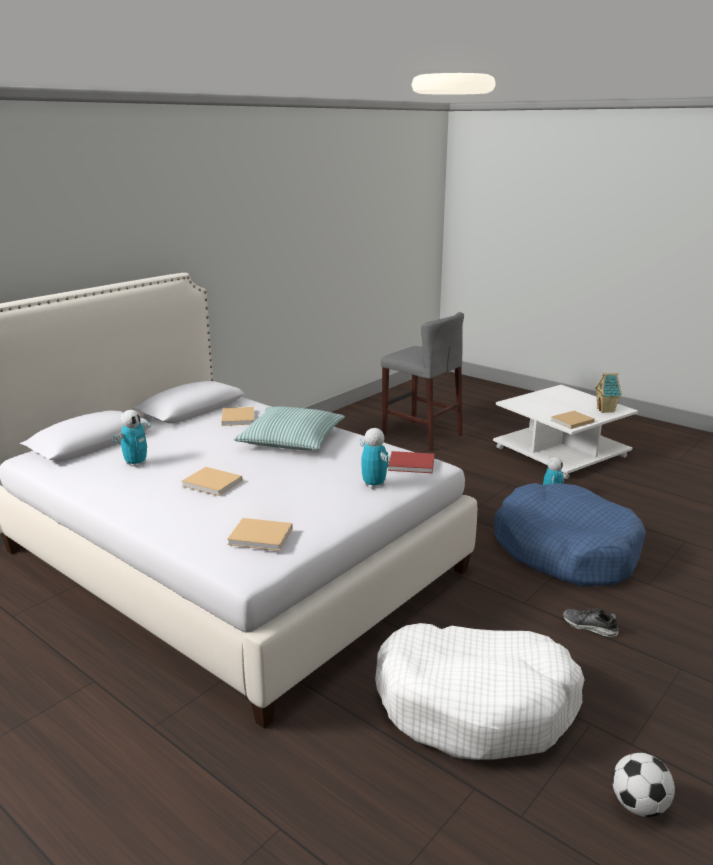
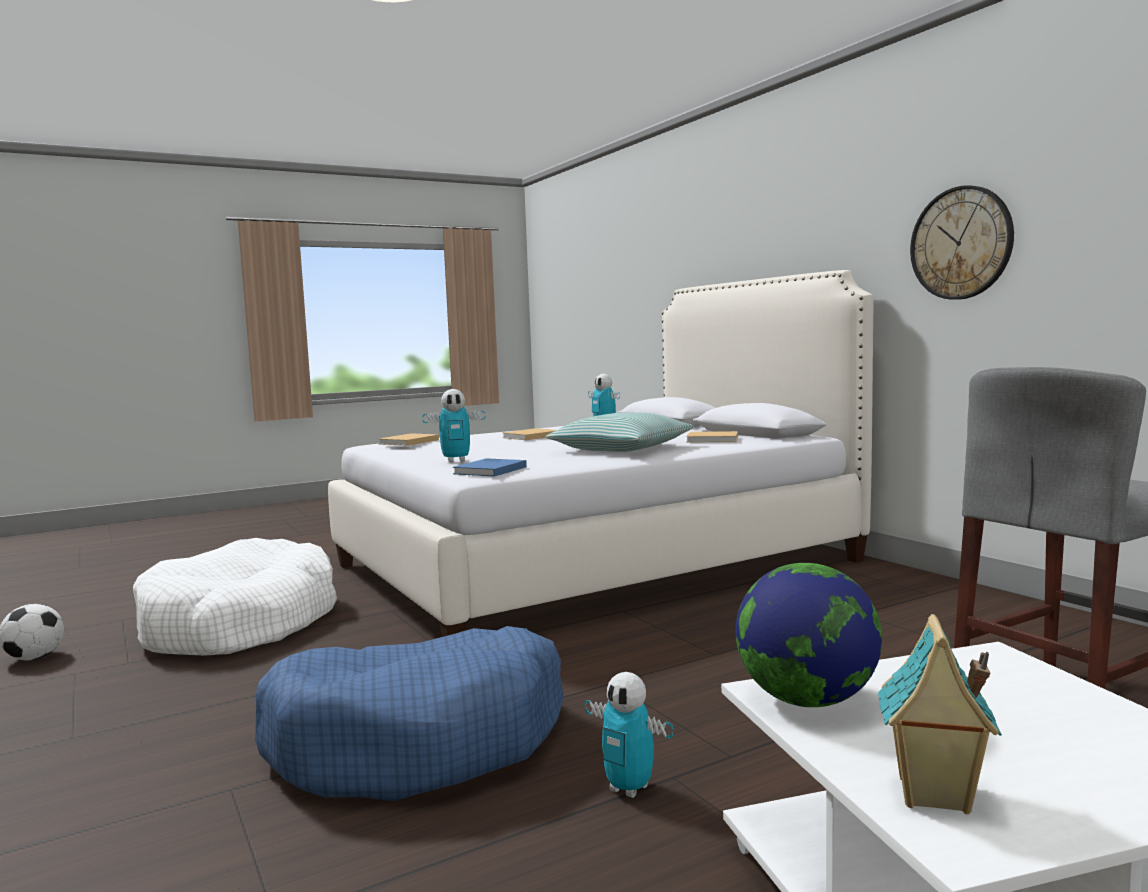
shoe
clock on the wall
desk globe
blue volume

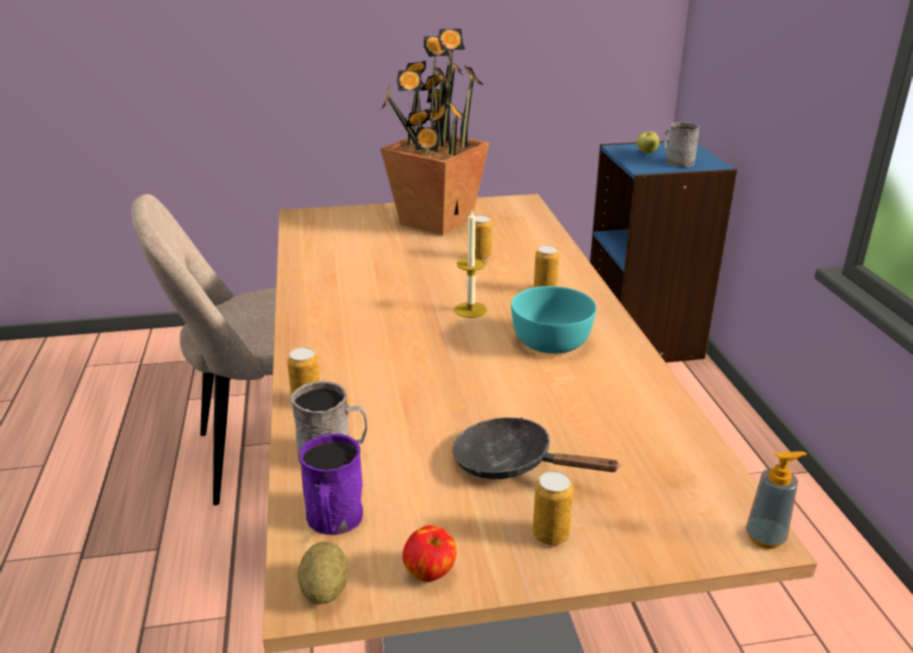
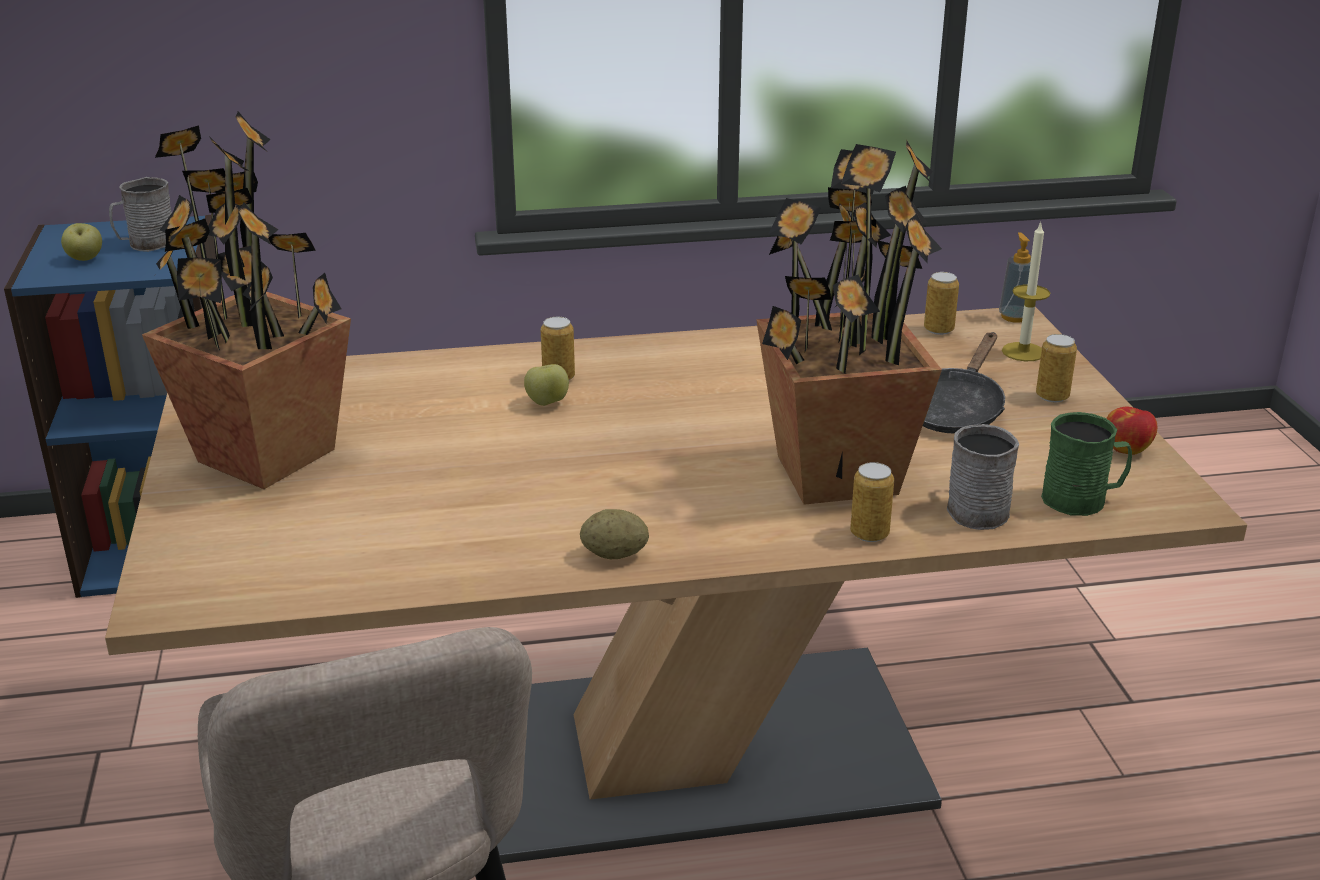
turquoise-coloured deep dish
whole apple (2nd from left)
plant in a pot (2nd from left)
potato
wax light
metal can (3rd from left)
greenish mug

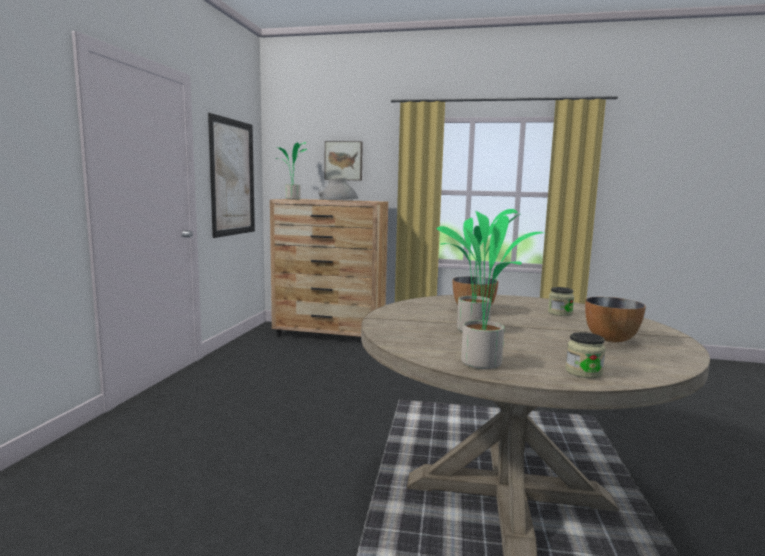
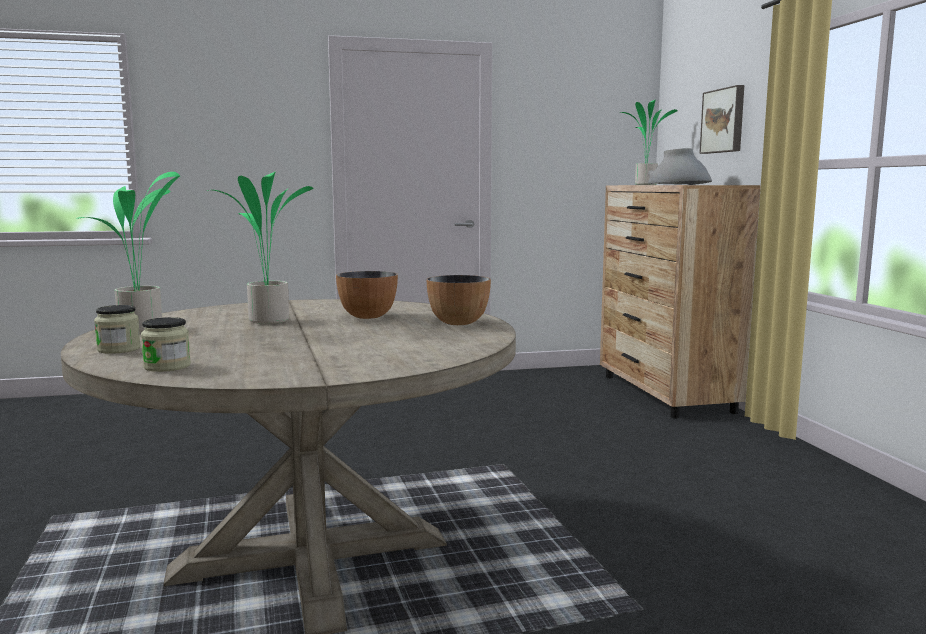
picture (1st from left in the first image)
preserve jar (2nd from left)
deep dish (2nd from left)

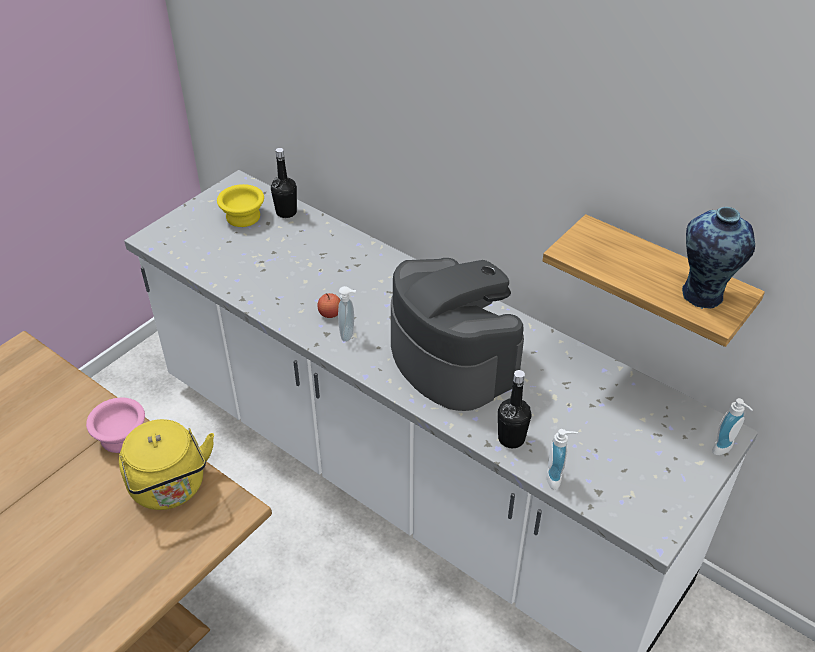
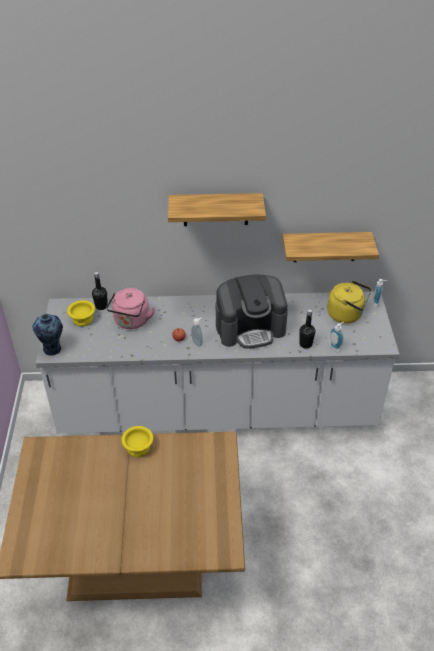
pink kettle
shelf (1st from left)
yellowish kettle
decorative vase
yellowish deep dish (2nd from left)
coffee maker

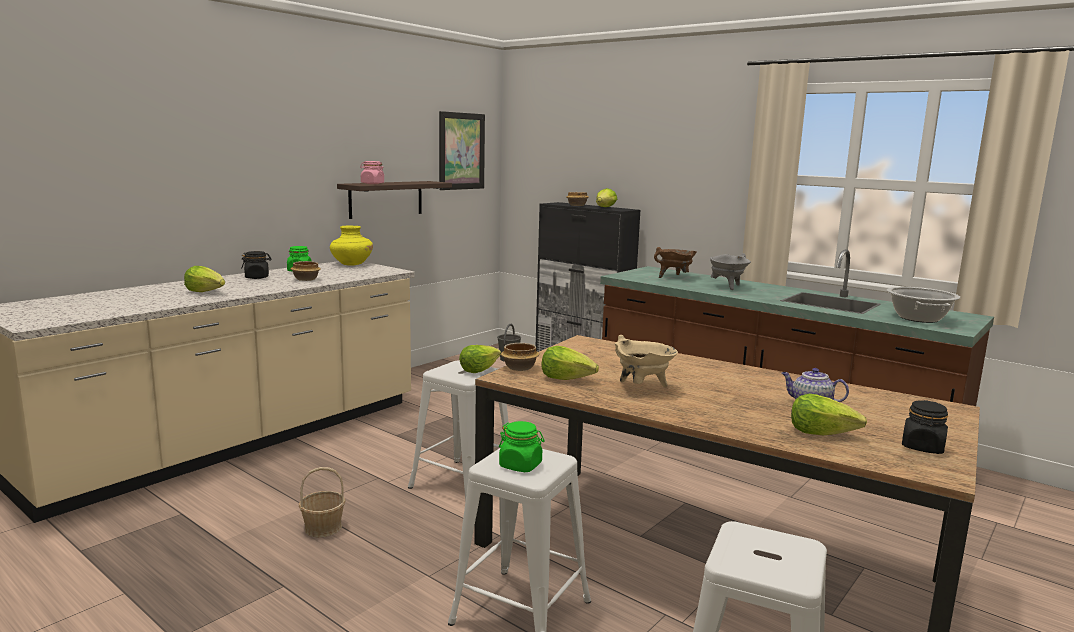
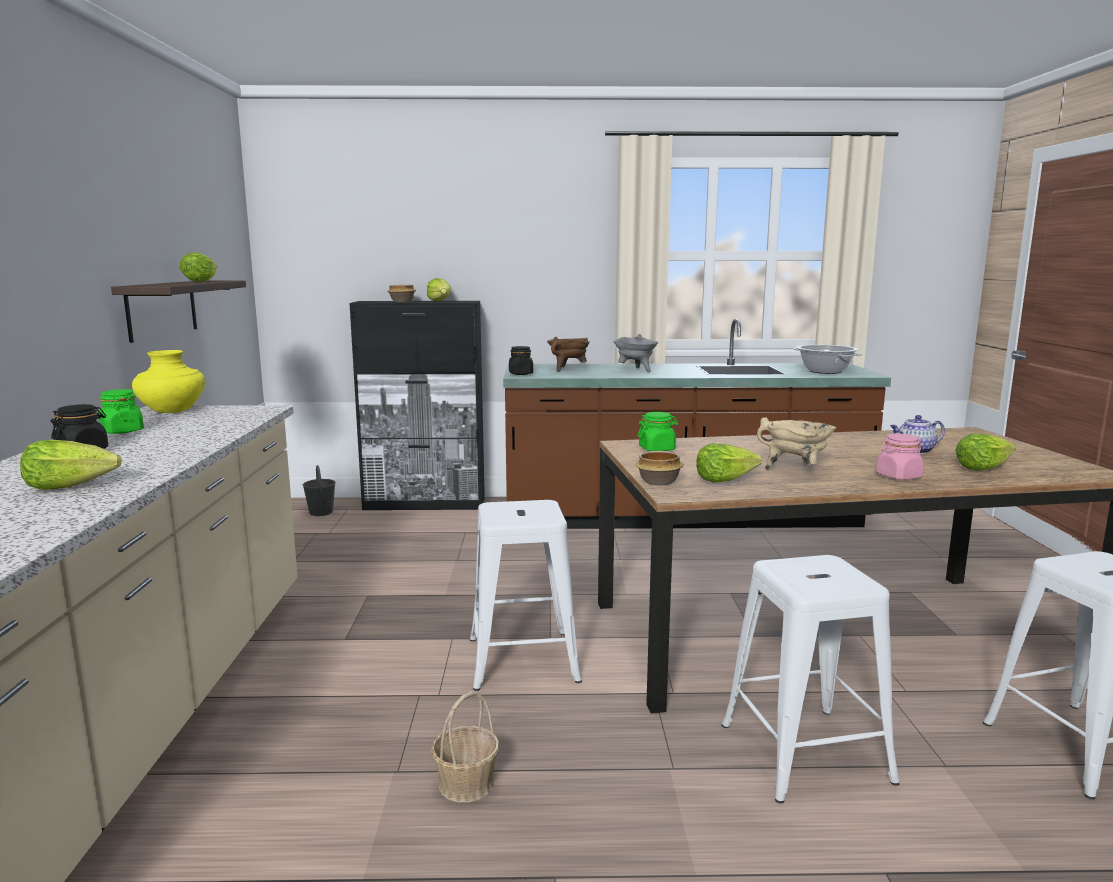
deep dish (1st from left in the first image)
picture
pink preserve jar
lettuce head (2nd from left)
greenish preserve jar (2nd from left)
blackish preserve jar (2nd from left)

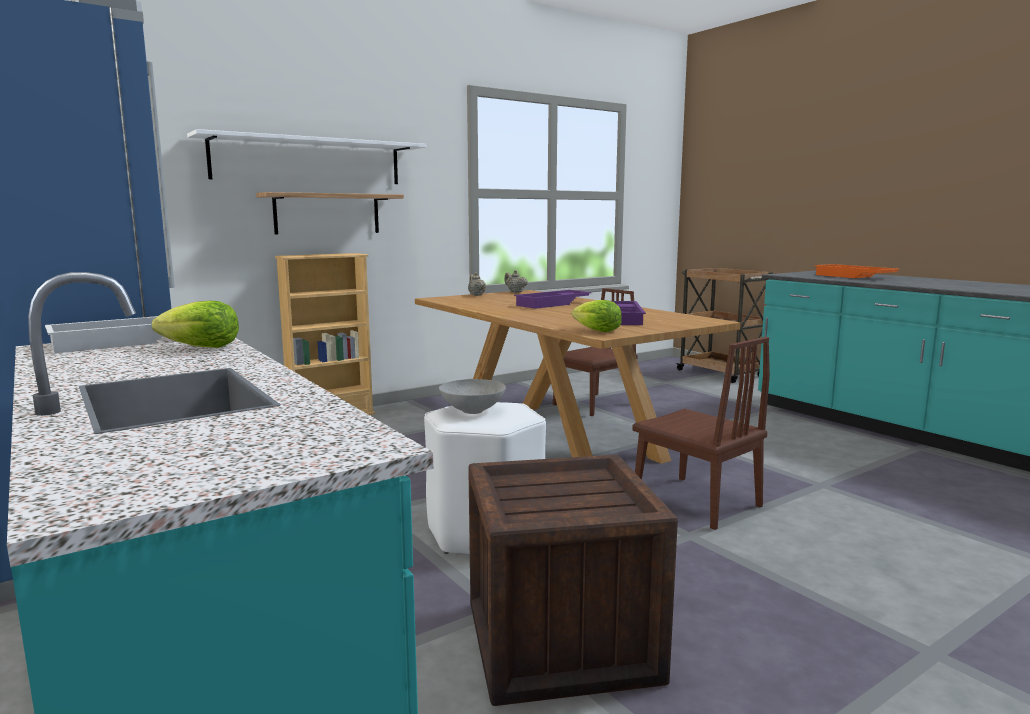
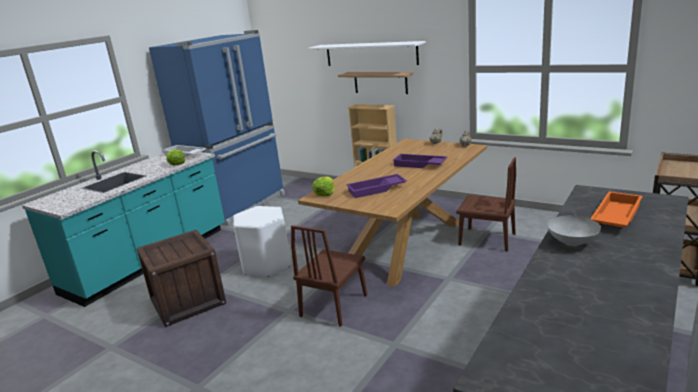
grey deep dish

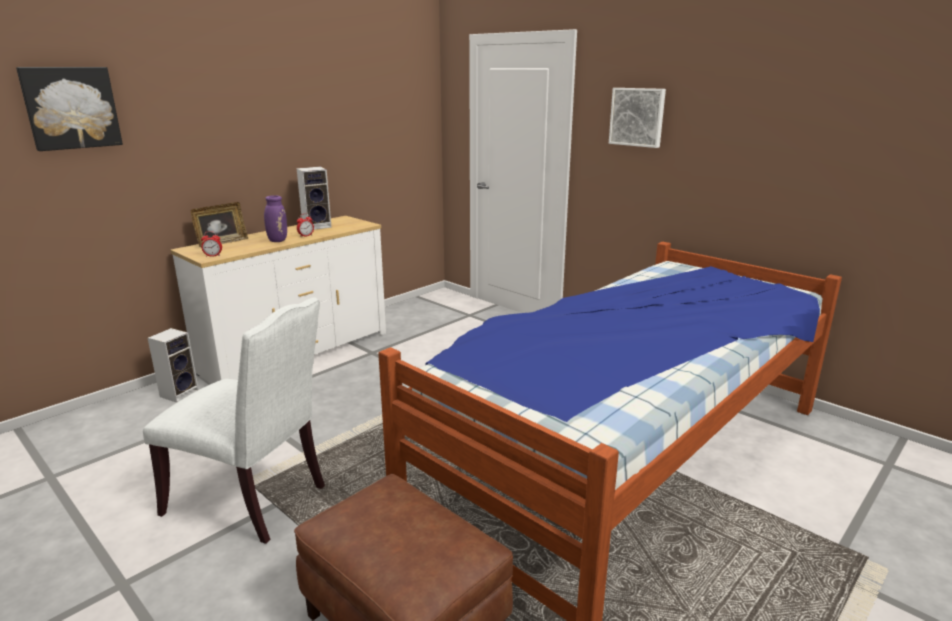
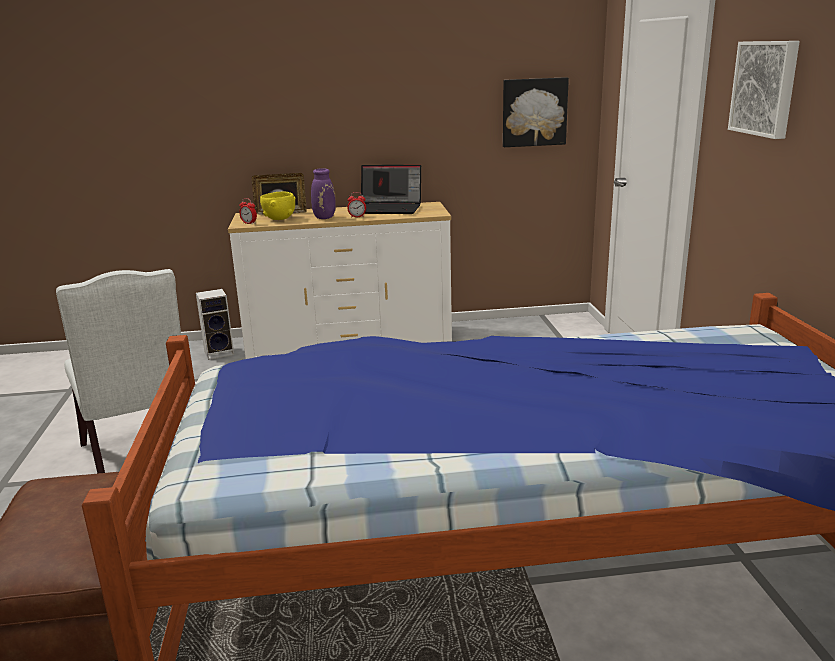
yellowish deep dish
picture (1st from left)
laptop

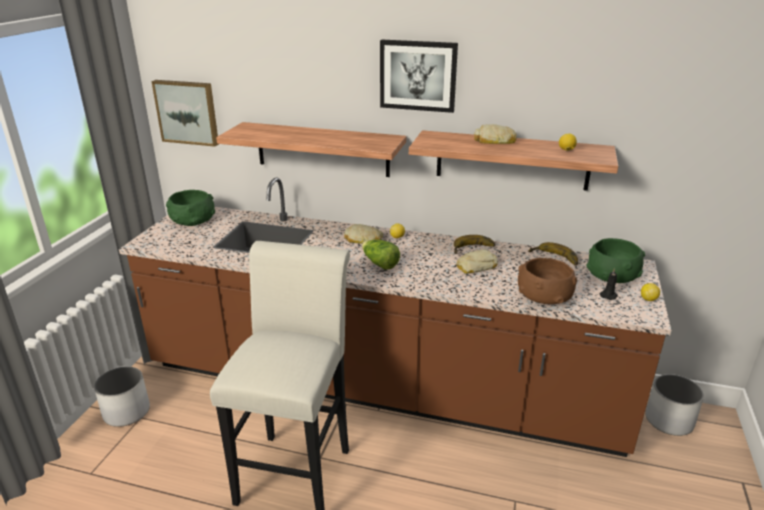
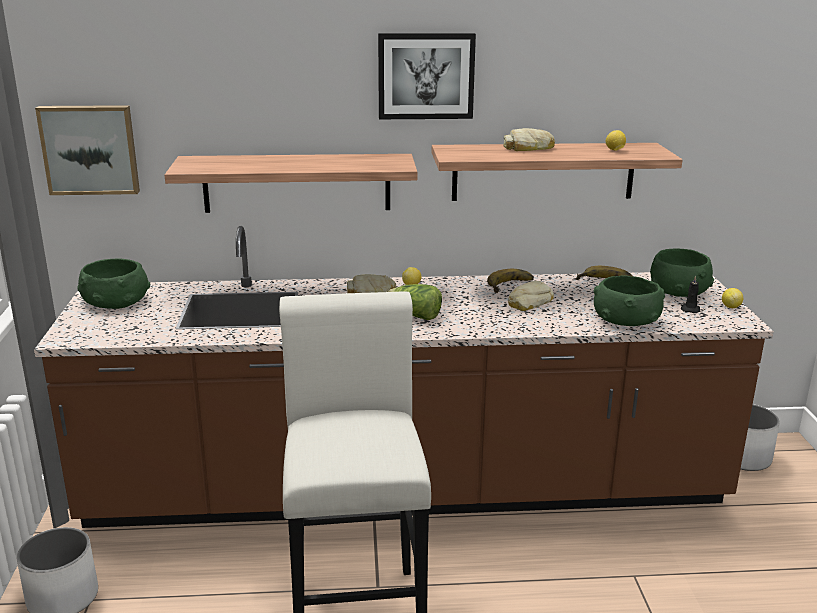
greenish deep dish (2nd from left)

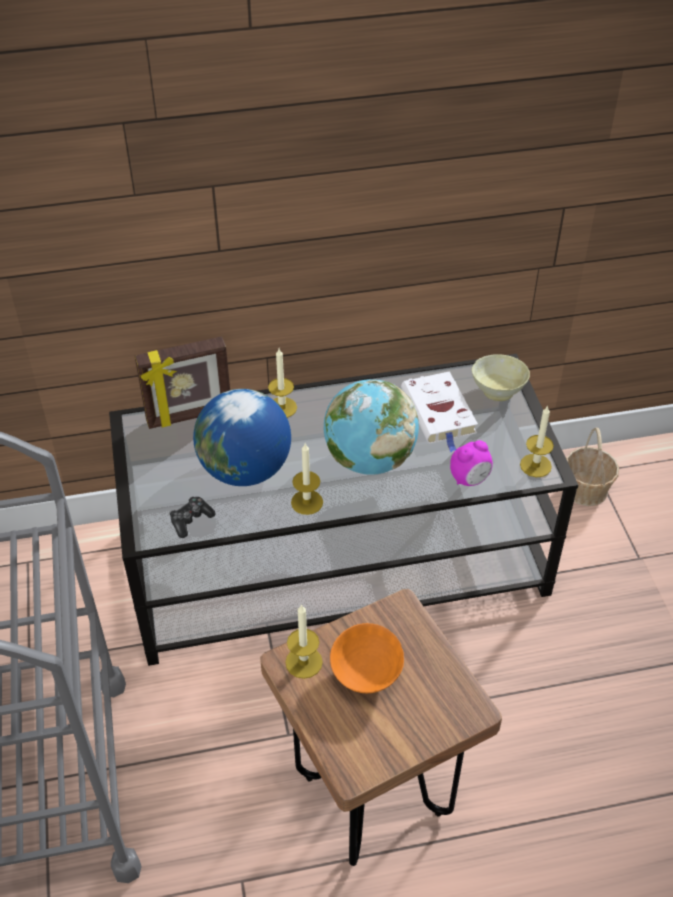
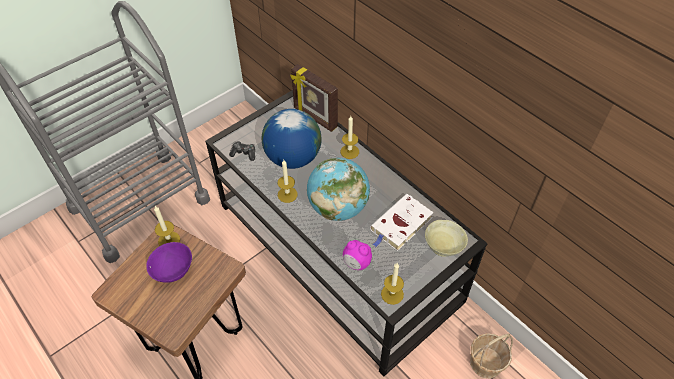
purple deep dish

